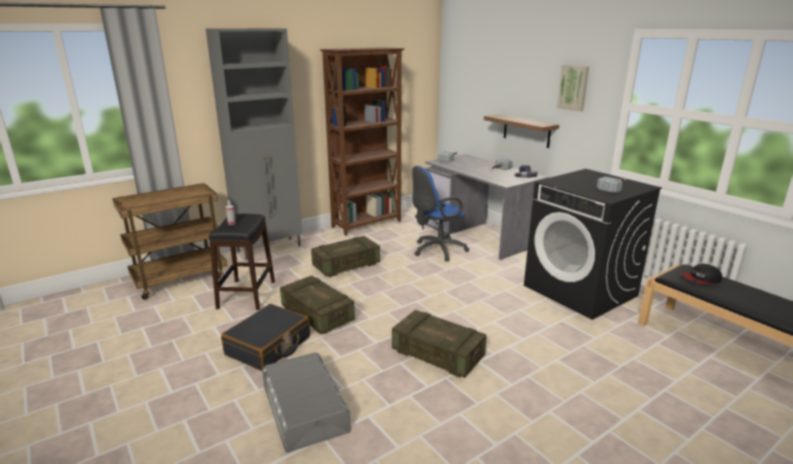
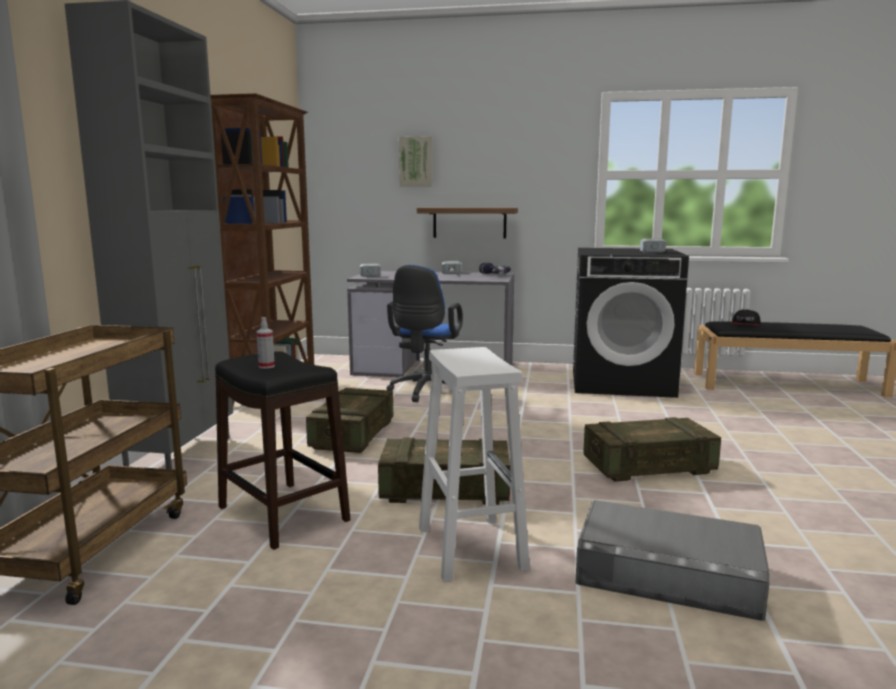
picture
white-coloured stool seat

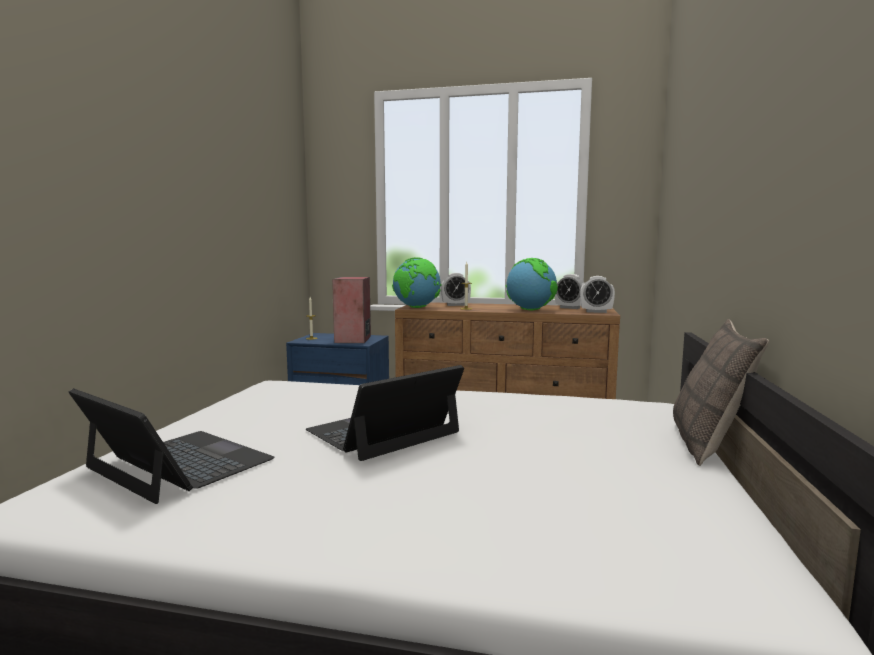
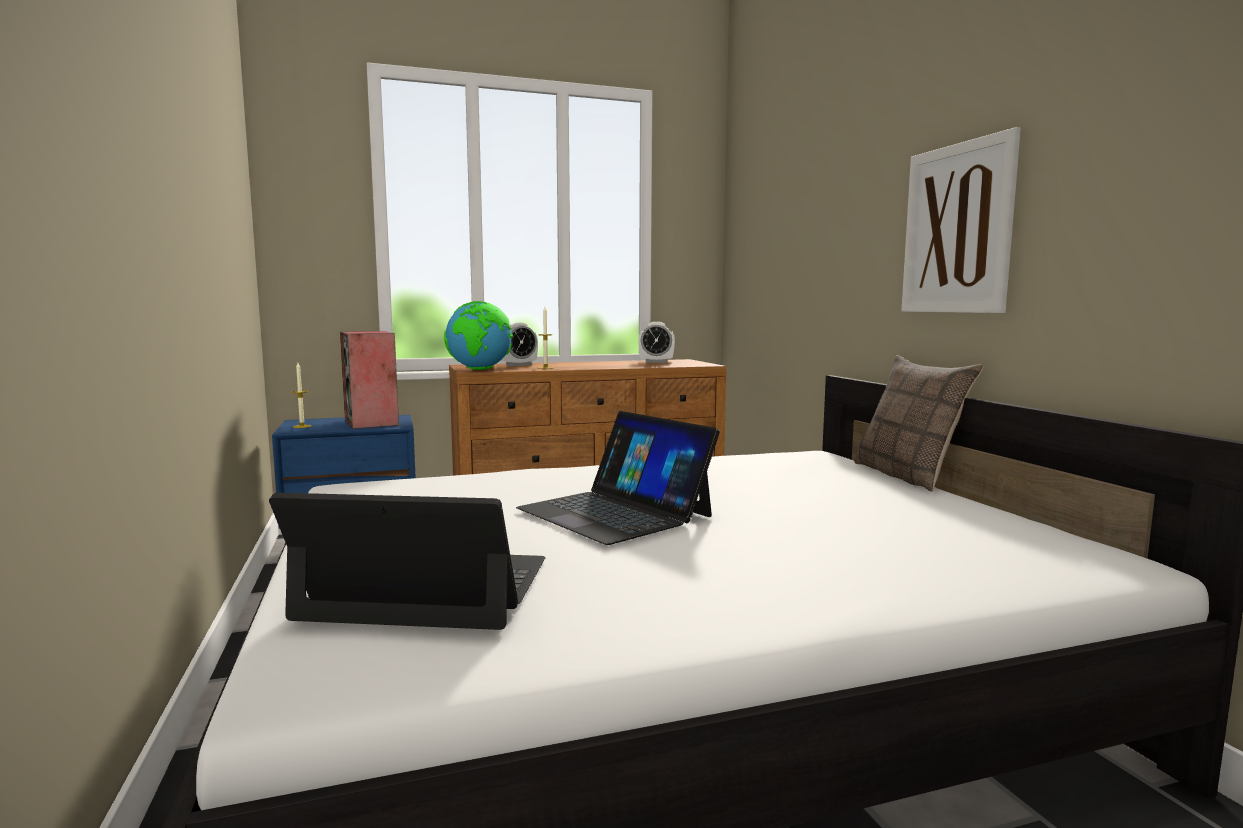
desk globe (2nd from left in the first image)
bedside clock (3rd from left in the first image)
picture
laptop (2nd from left)

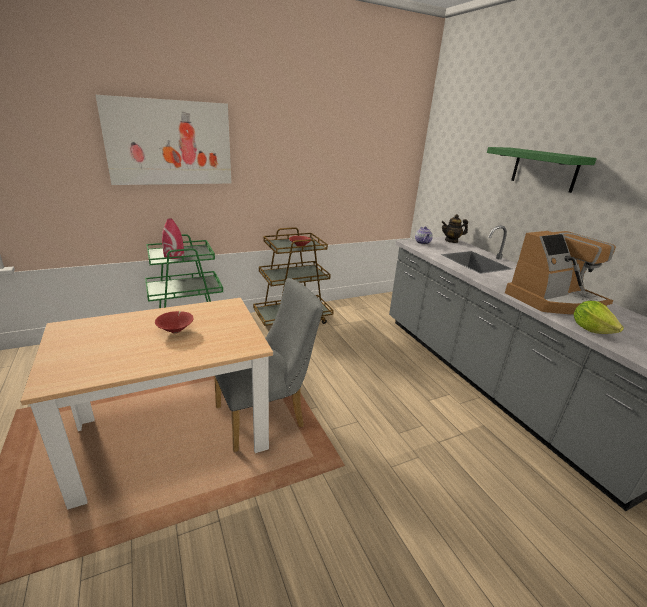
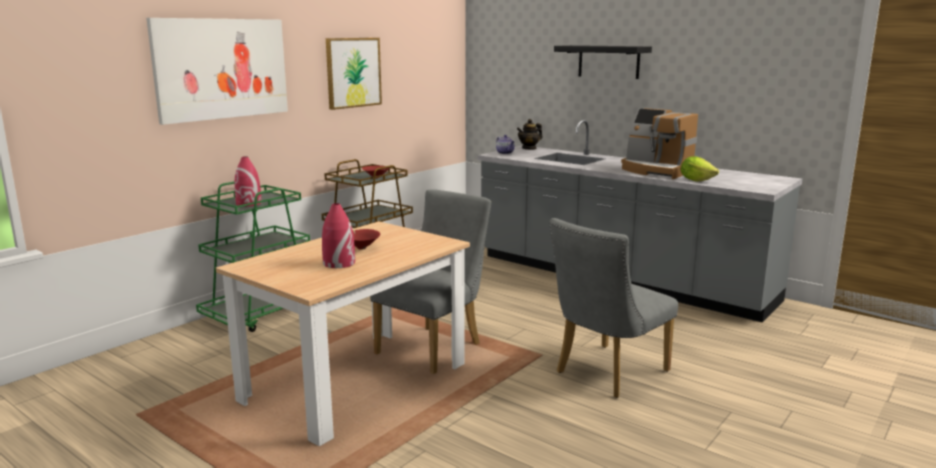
reddish decorative vase (2nd from left)
picture (2nd from left)
grey chair (2nd from left)
blackish shelf
coffee maker

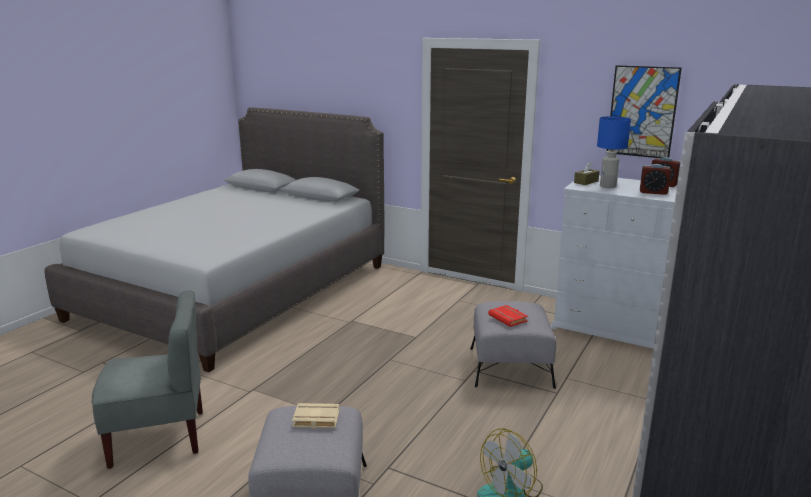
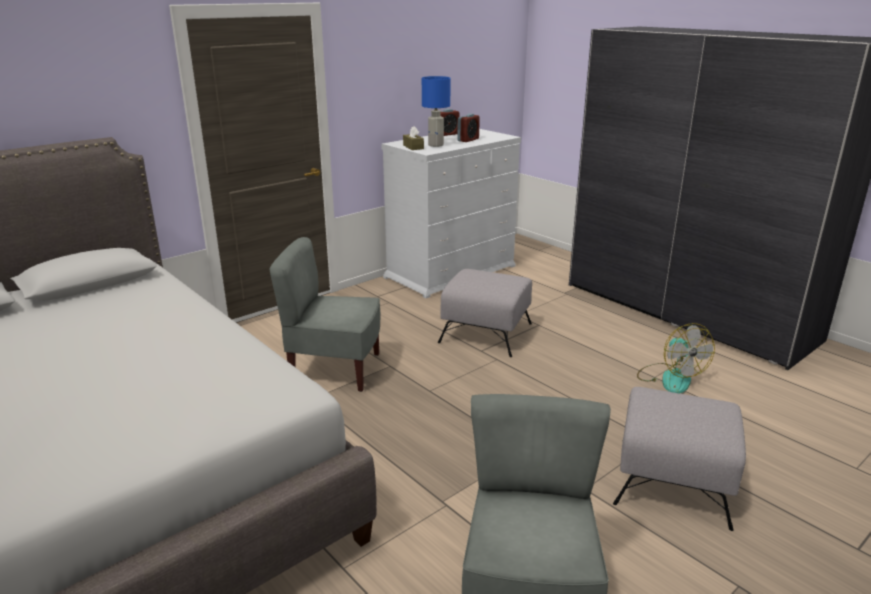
beige volume
reddish volume
picture
grey chair (1st from left)

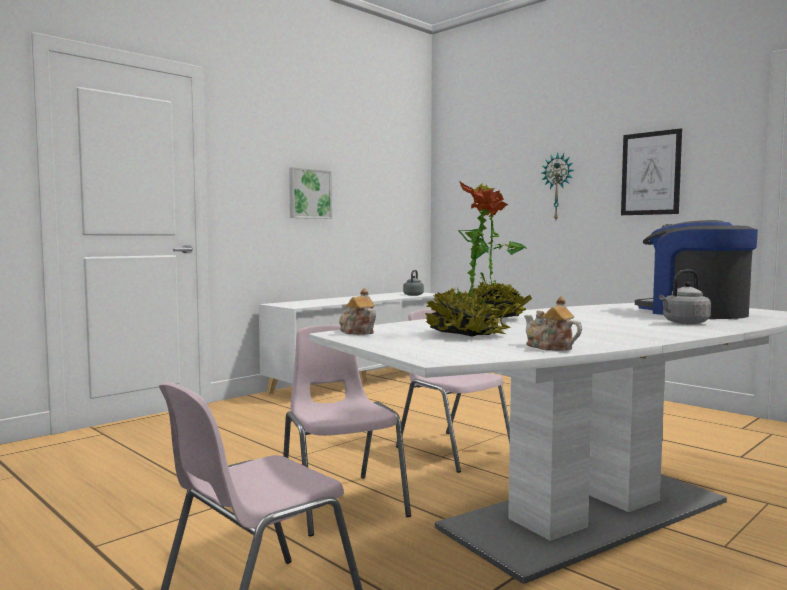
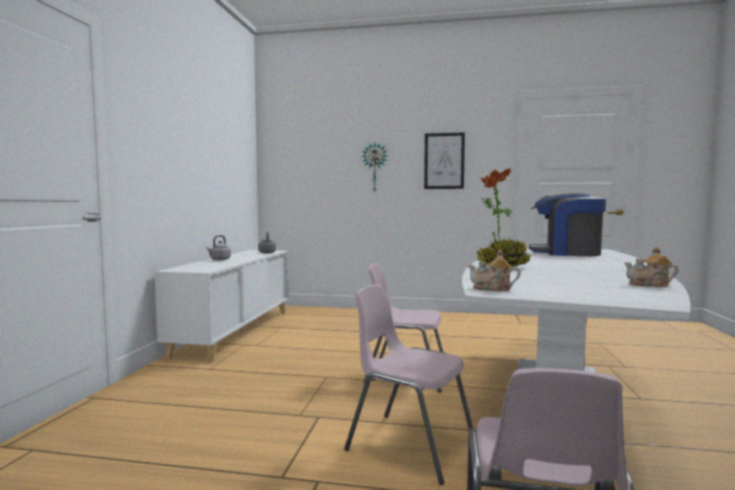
picture (1st from left in the first image)
plant in a pot (1st from left in the first image)
grey kettle (1st from left)

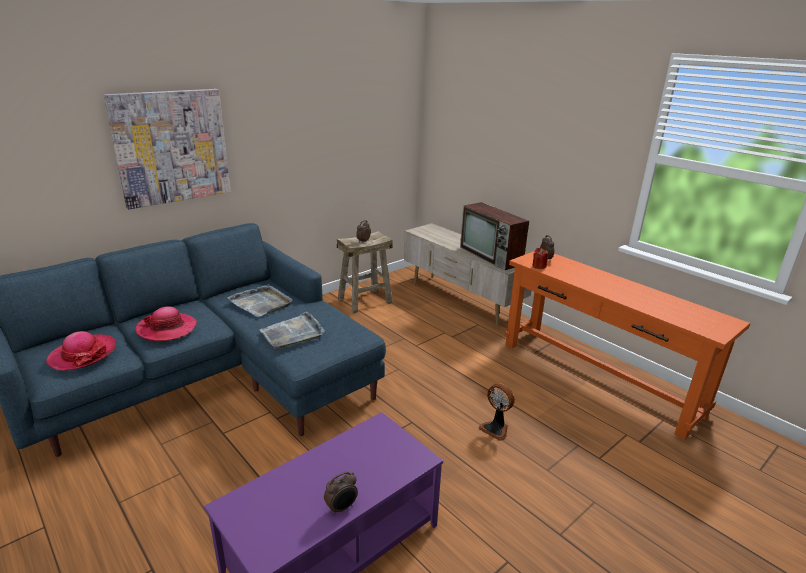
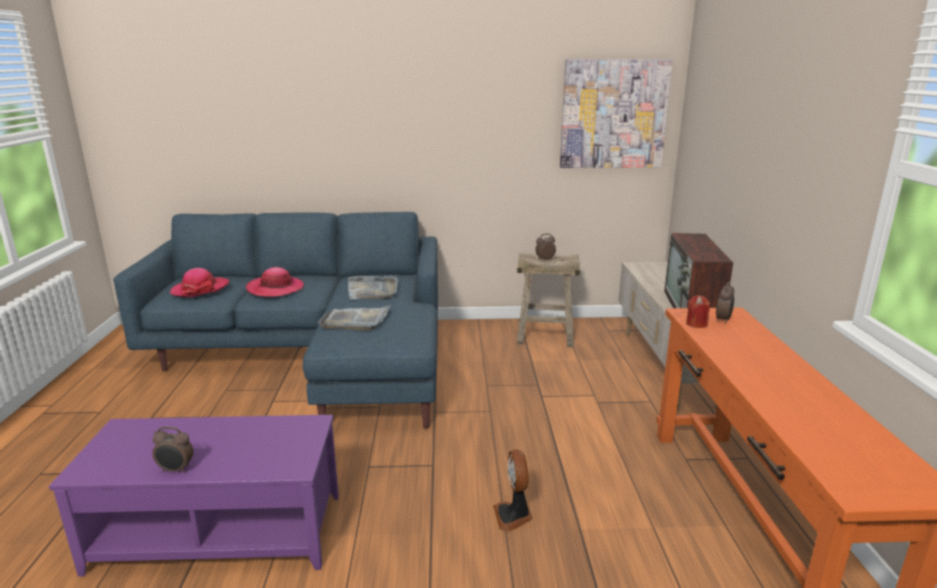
picture

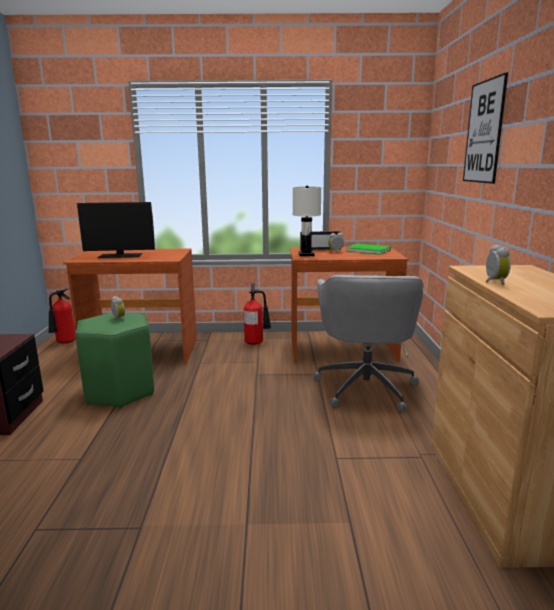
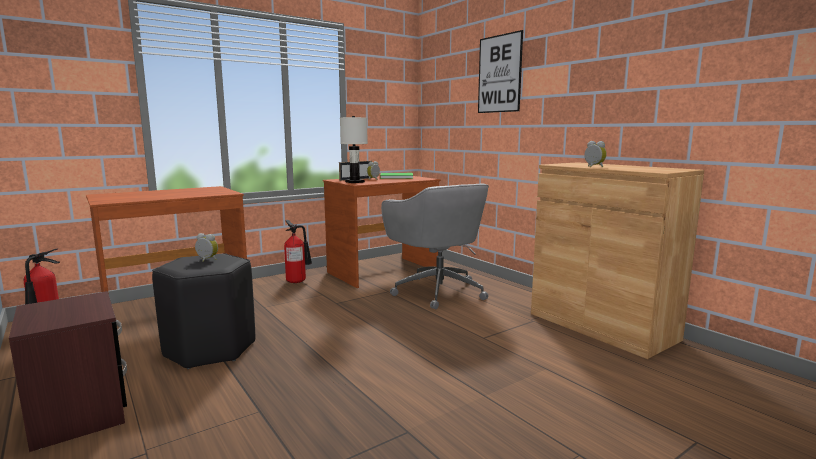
computer display
blackish stool seat

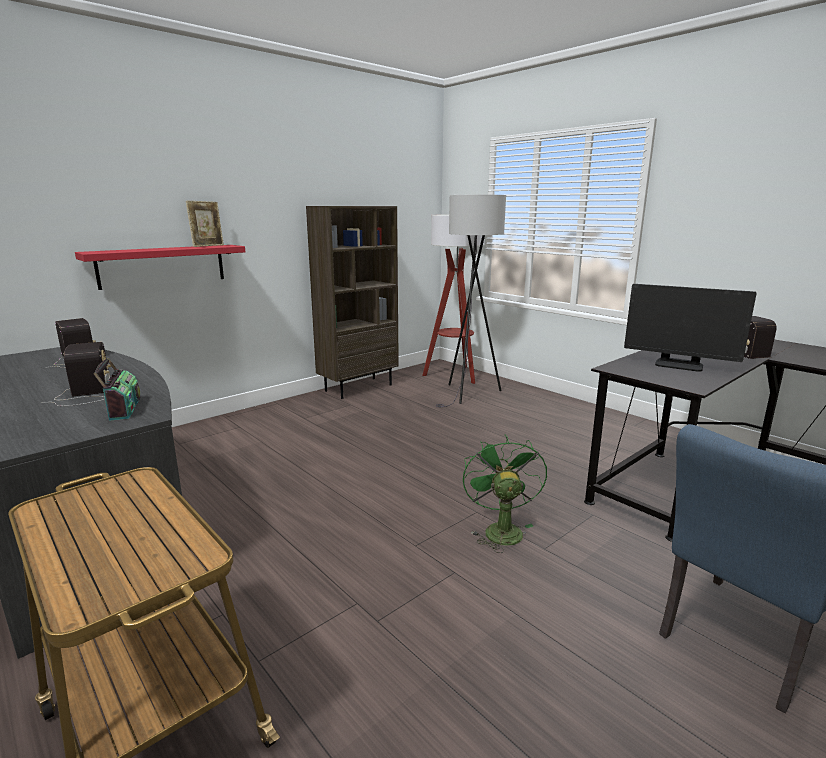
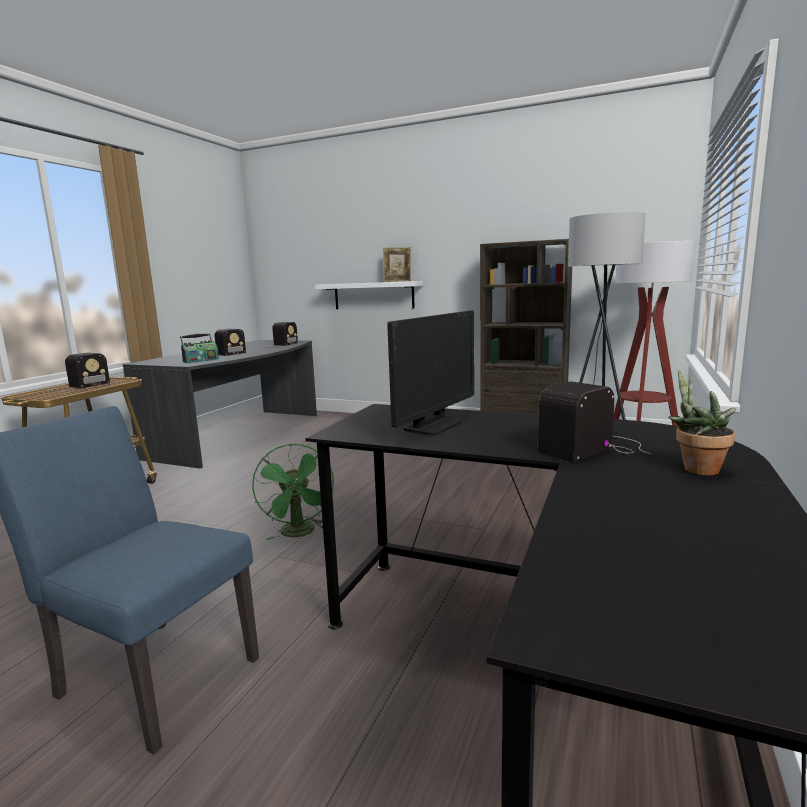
radio set (1st from left)
plant in a pot
white-coloured shelf
greenish cooling fan
computer display

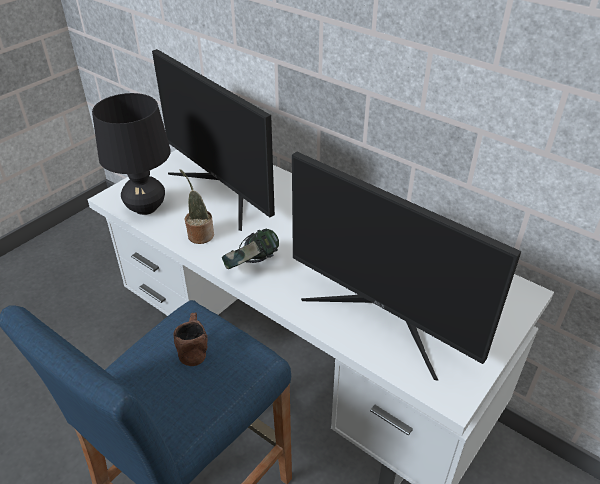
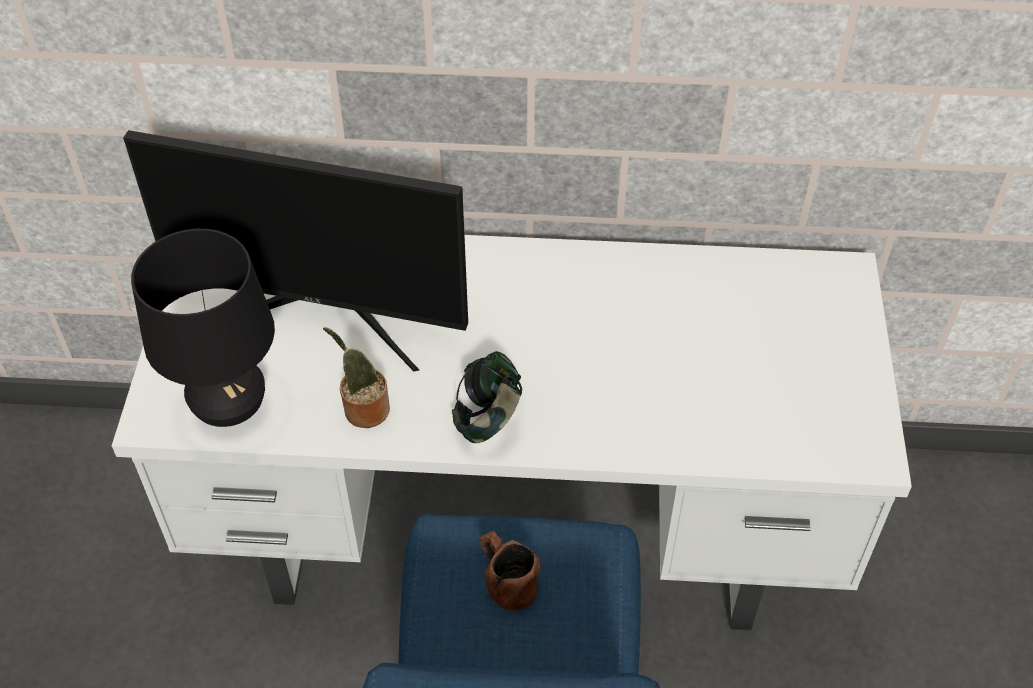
computer display (2nd from left in the first image)

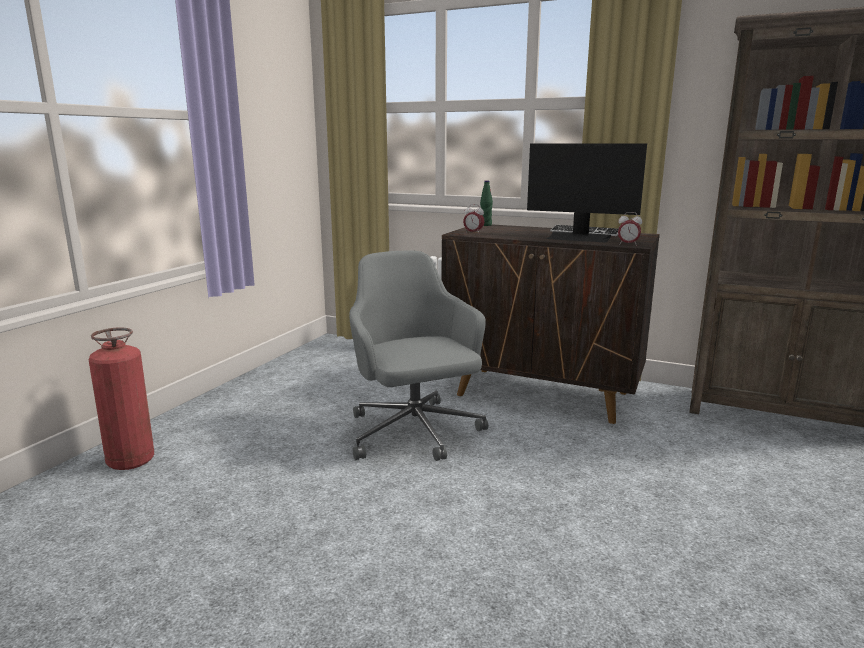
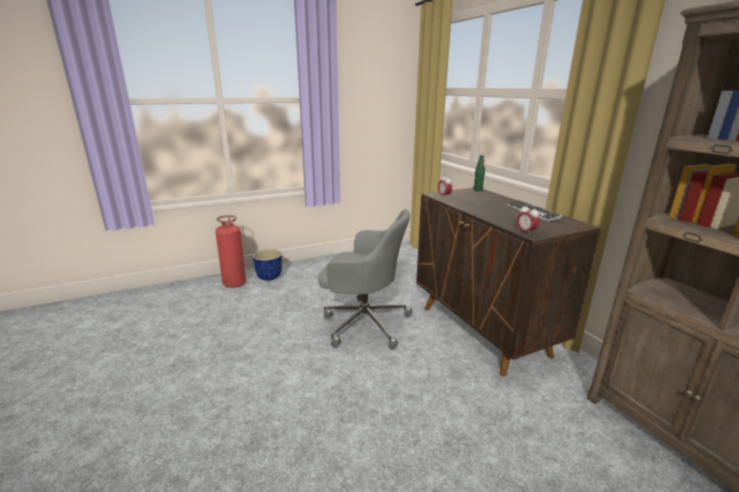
computer display
flower pot
grey desk chair

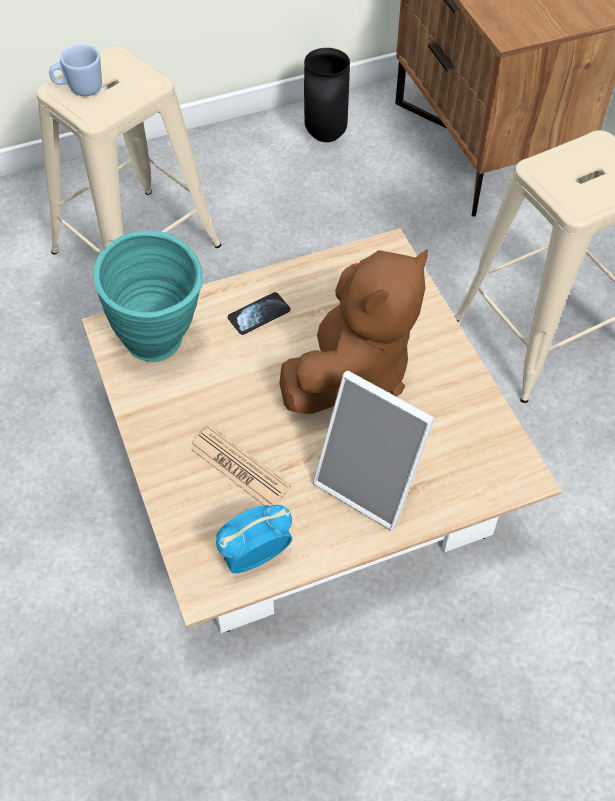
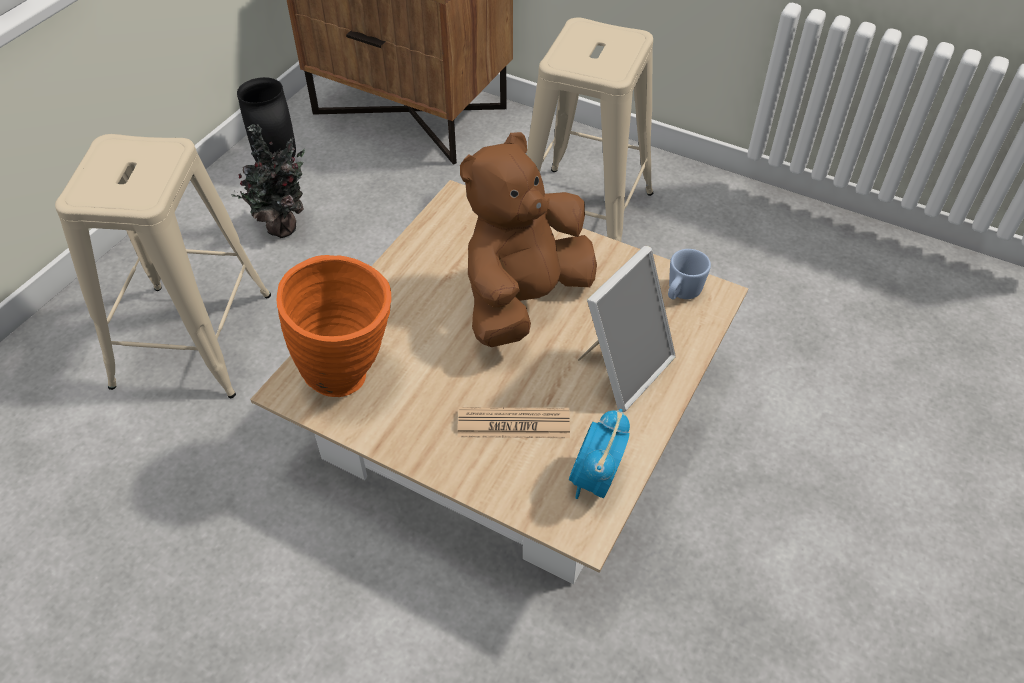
handset
plant in a pot
blue mug
orange decorative vase
brown soft toy
standing frame

